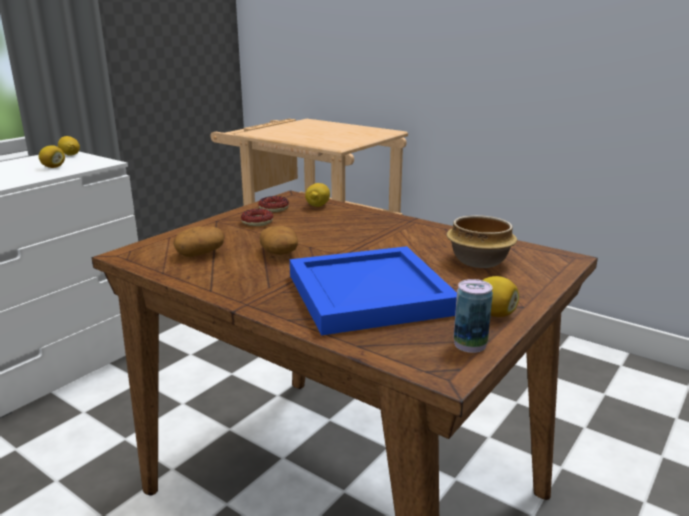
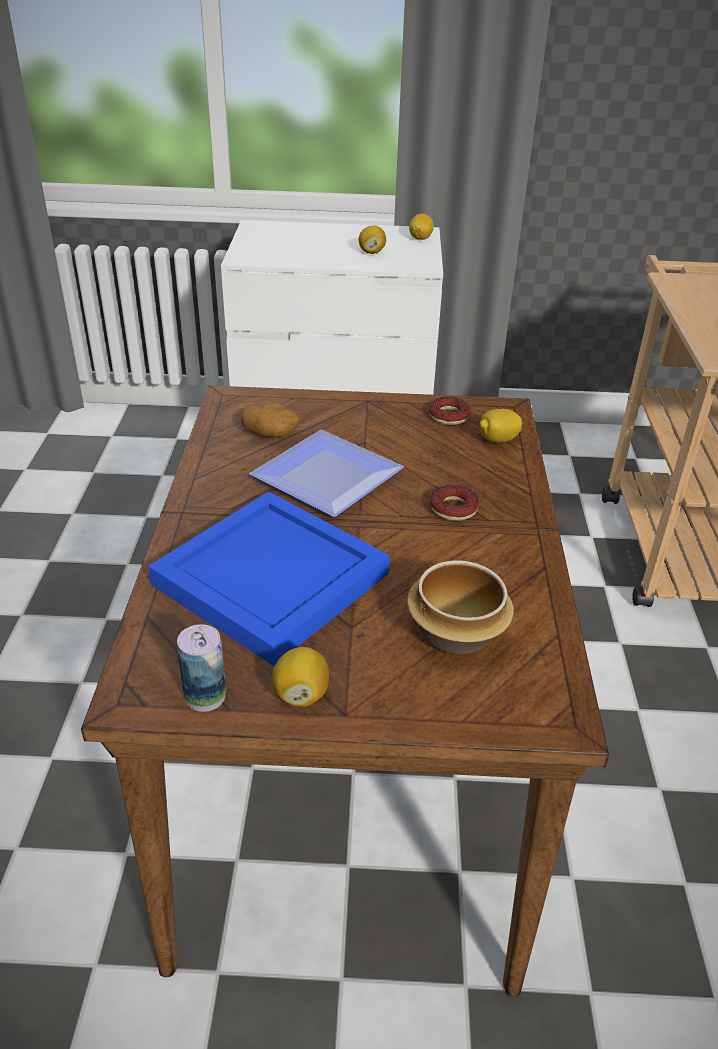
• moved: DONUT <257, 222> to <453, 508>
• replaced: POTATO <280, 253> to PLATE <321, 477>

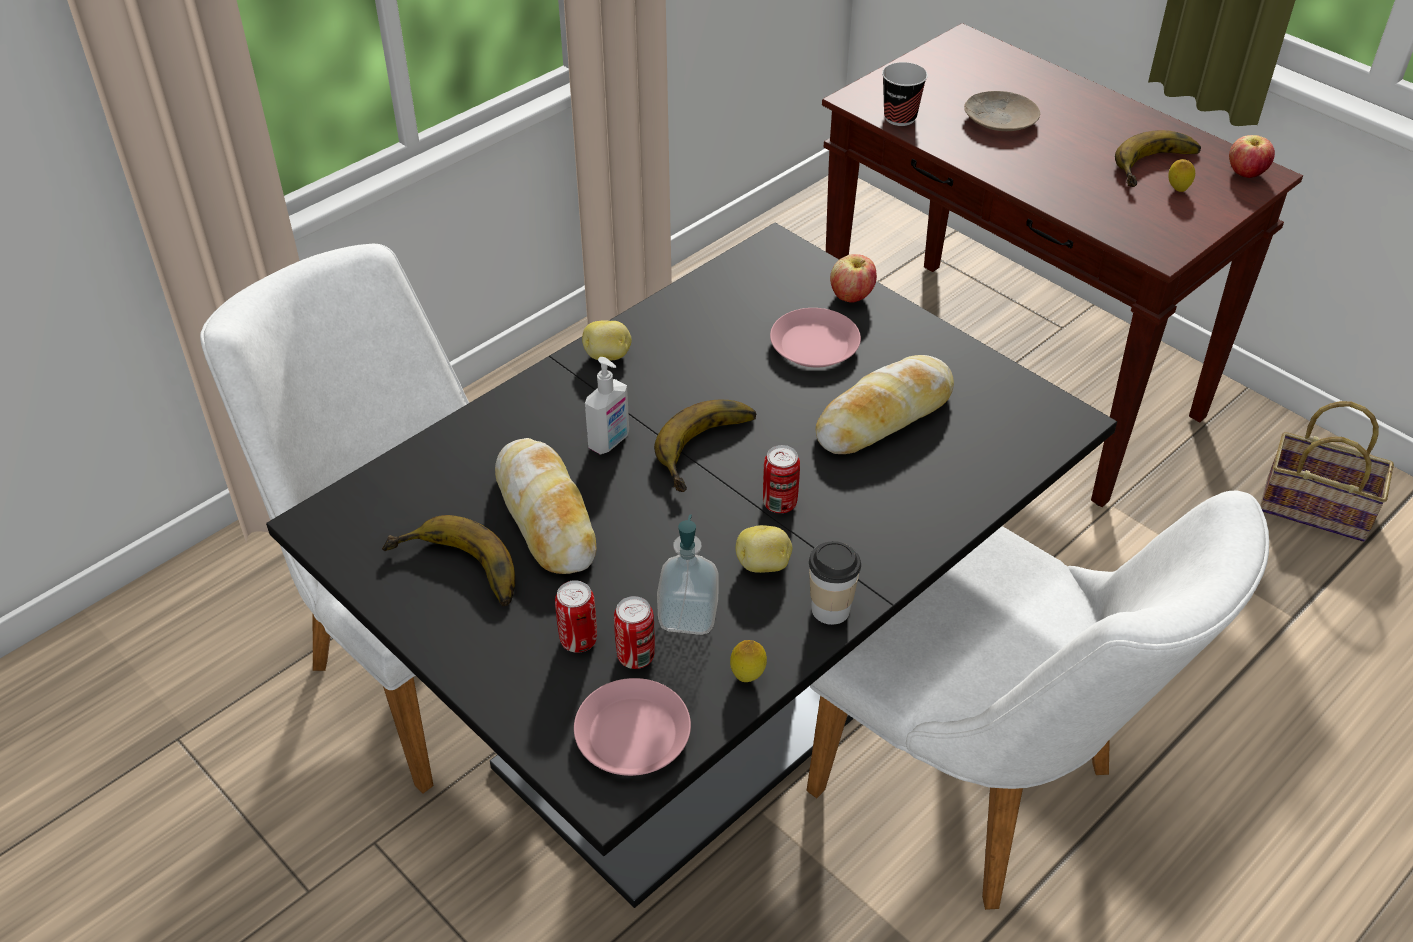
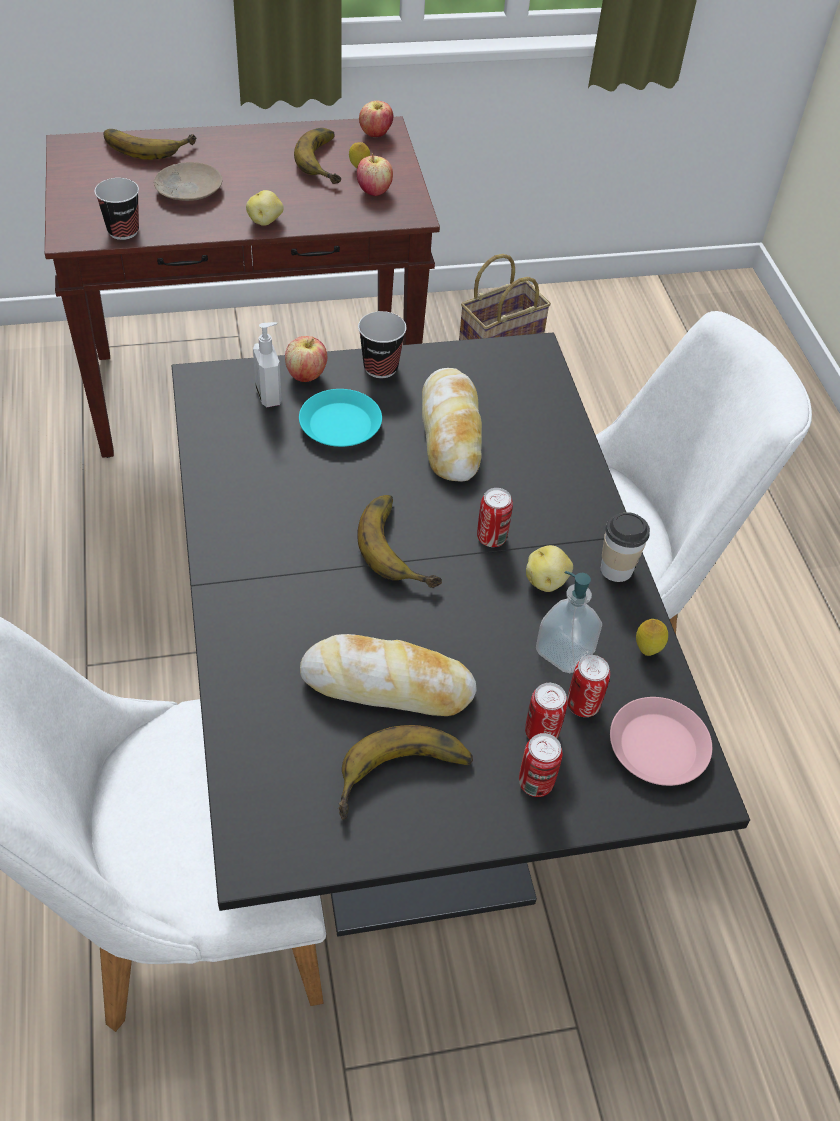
• moved: POTATO <608, 356> to <265, 221>
• moved: SOAP DISPENSER <610, 442> to <269, 396>
• recoloured: PINK PLATE <814, 345> to TURQUOISE PLATE <341, 425>
• added: BANANA <147, 144>
• added: APPLE <374, 191>
• added: CUP <380, 367>
• added: CAN <535, 783>

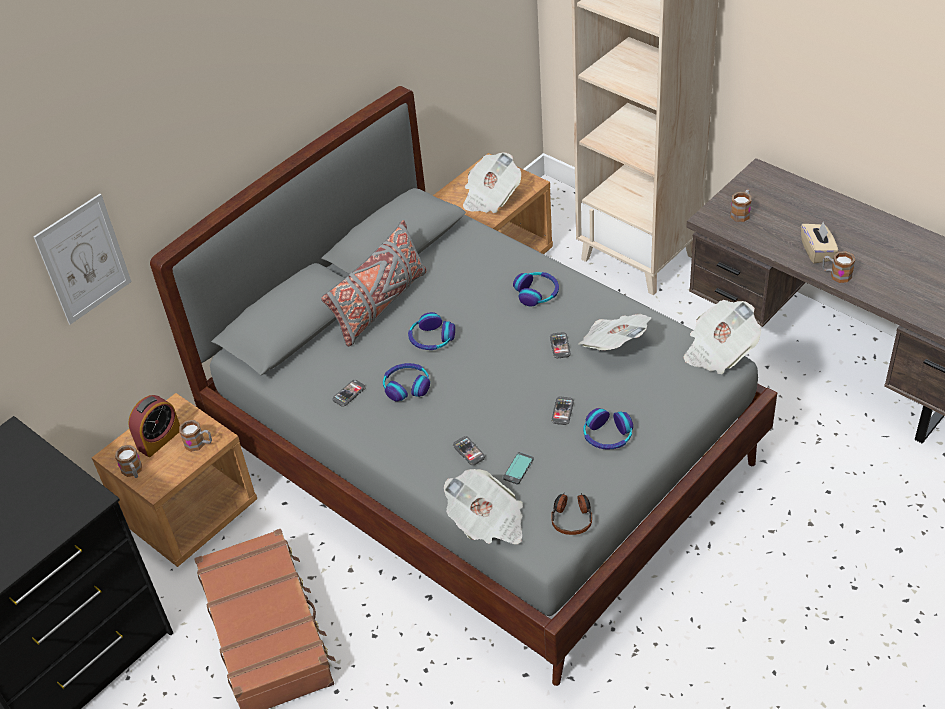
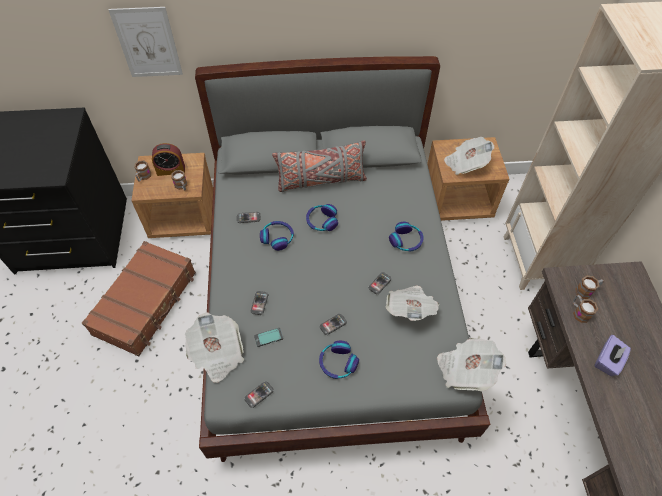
• replaced: HEADPHONES <572, 518> to PHONE <259, 394>
• recoloured: BEIGE TISSUE BOX <817, 252> to PURPLE TISSUE BOX <607, 361>
• moved: MUG <836, 275> to <579, 312>

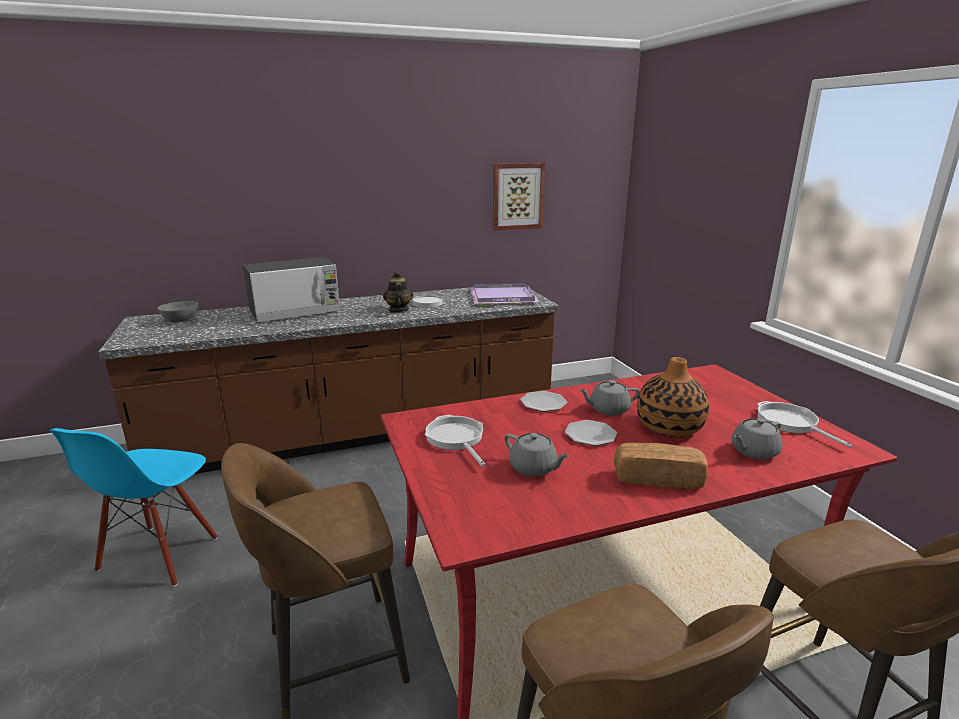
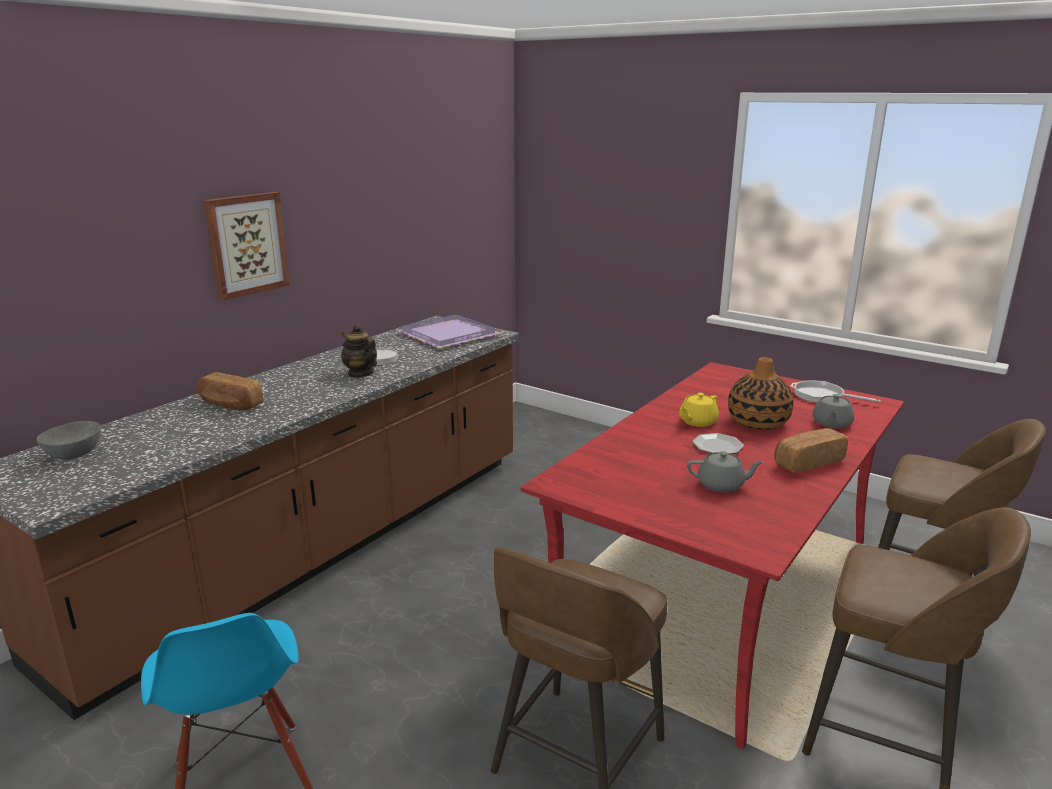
• replaced: MICROWAVE <296, 312> to BREAD <230, 404>
• removed: FRYING PAN <456, 439>
• moved: PICTURE <517, 196> to <246, 244>
• removed: PLATE <543, 403>
• recoloured: GREY TEAPOT <608, 409> to YELLOW TEAPOT <697, 422>

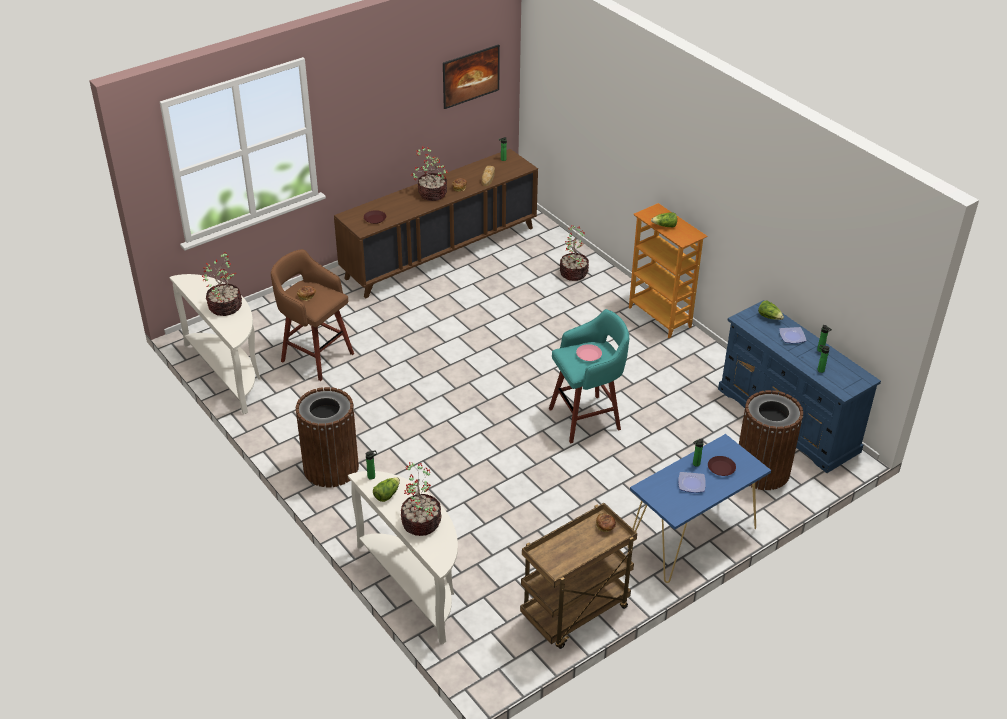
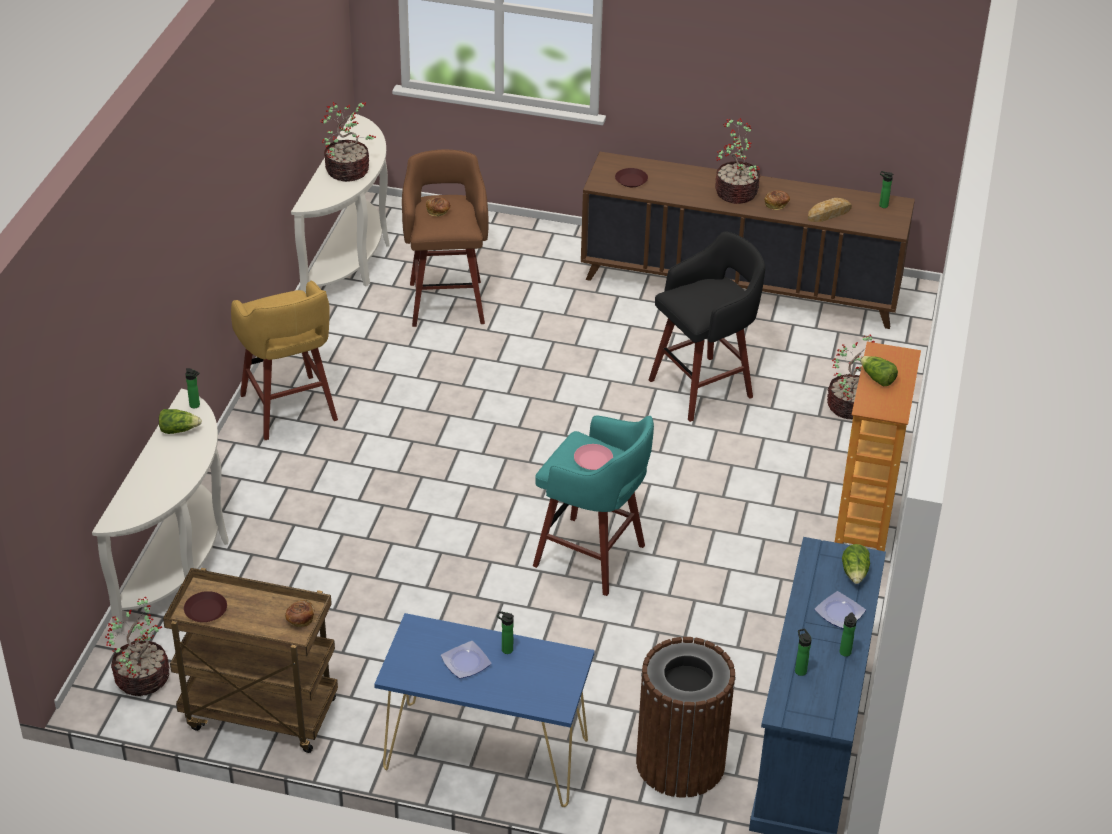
• replaced: BROWN TRASH CAN <331, 468> to YELLOW STOOL <289, 410>
• moved: POTTED PLANT <420, 522> to <143, 677>
• removed: PICTURE <471, 87>
• moved: BROWN PLATE <721, 468> to <205, 611>
• added: BLACK STOOL <703, 387>

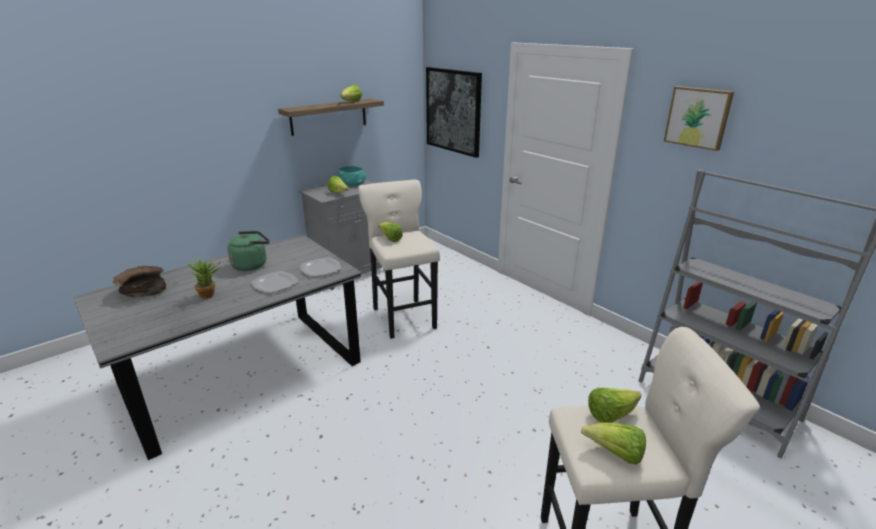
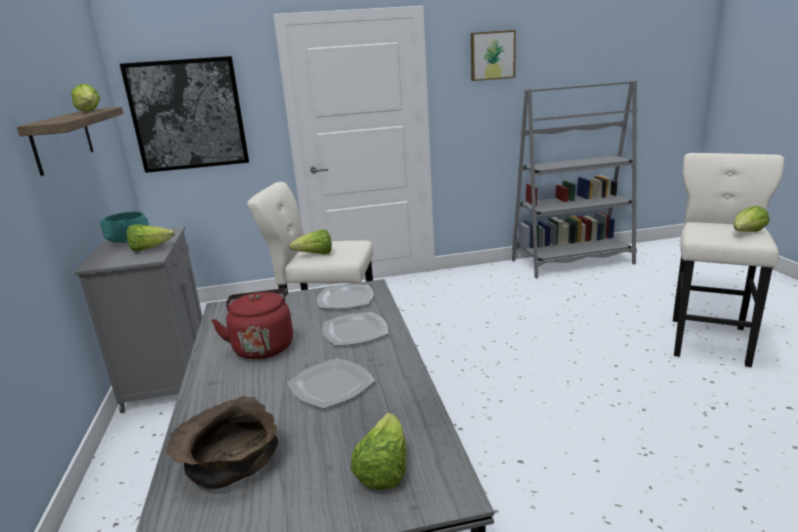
• replaced: POTTED PLANT <210, 294> to PLATE <332, 385>
• recoloured: GREEN KETTLE <252, 264> to RED KETTLE <263, 346>
• moved: LETTUCE <610, 415> to <383, 470>

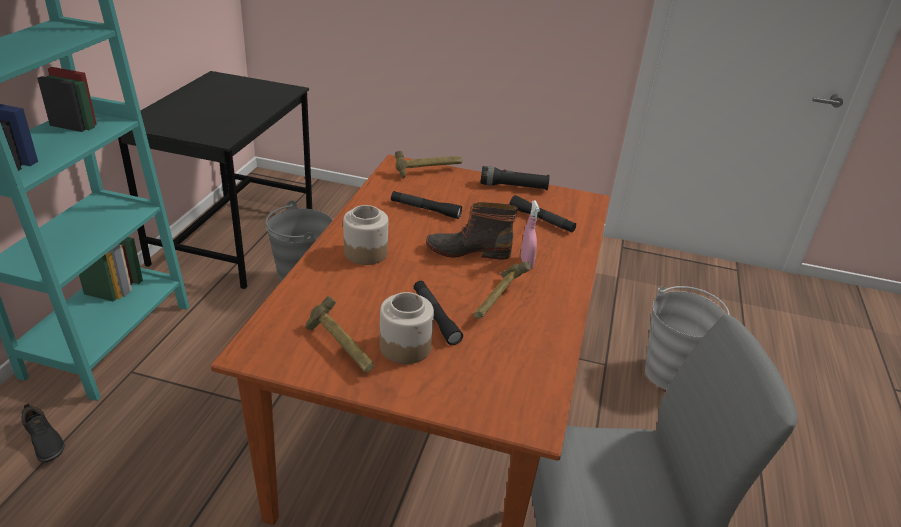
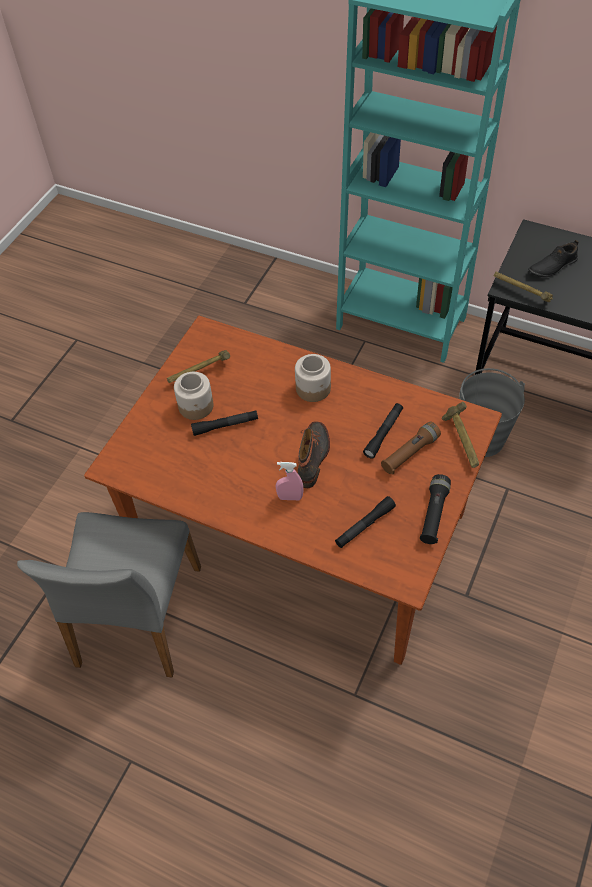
• moved: BLACK SHOE <43, 441> to <552, 266>
• moved: HAMMER <497, 301> to <521, 293>
• removed: GREY BUCKET <670, 374>
• added: BROWN FLASHLIGHT <410, 453>

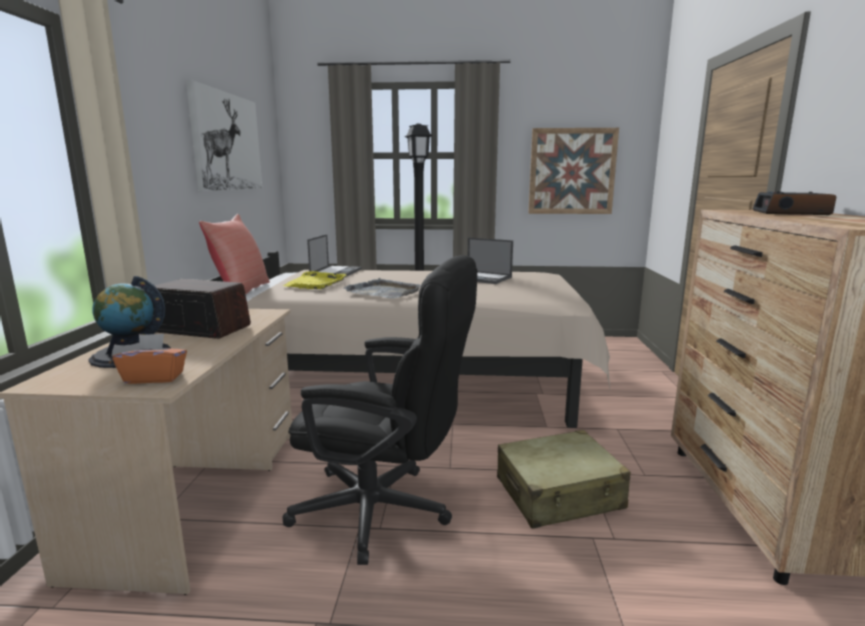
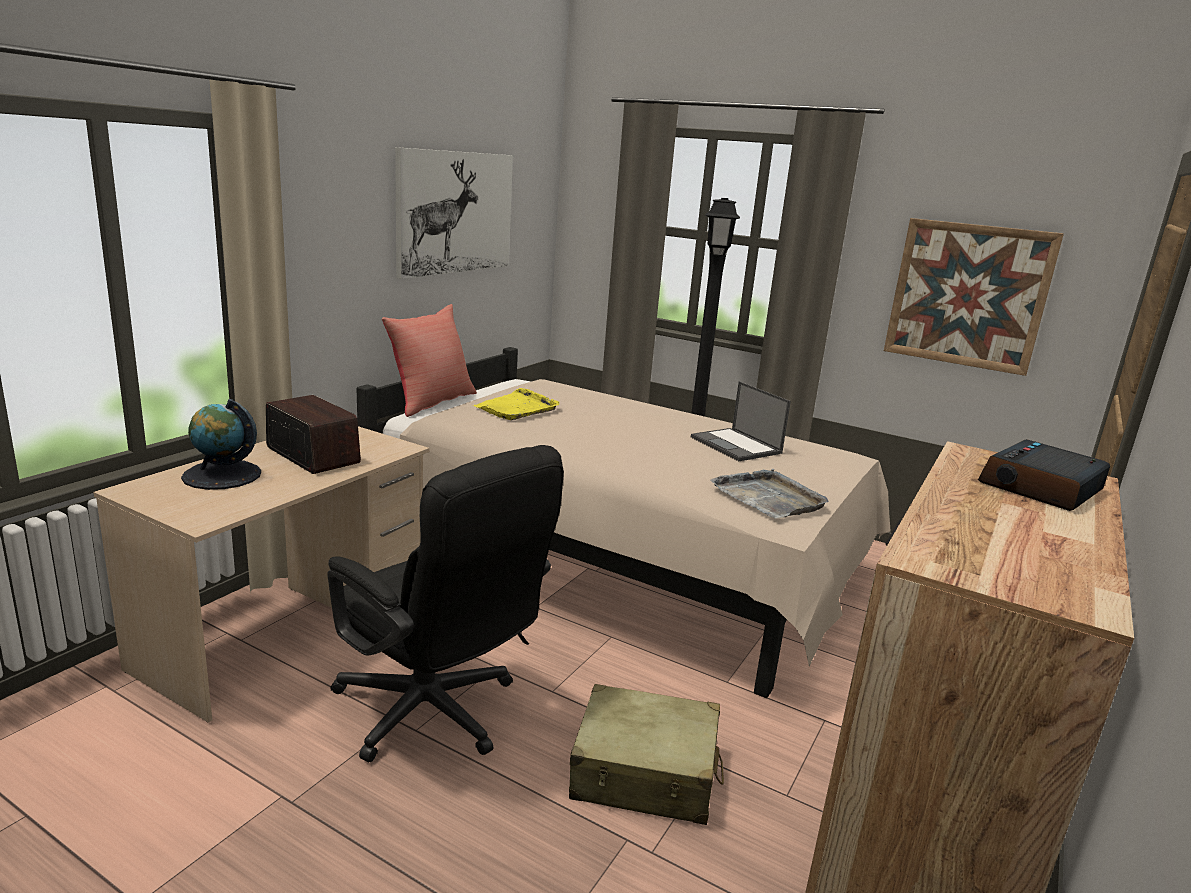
• removed: ORANGE TISSUE BOX <154, 378>
• removed: LAPTOP <336, 272>
• moved: GREY TRAY <383, 292> to <769, 497>

